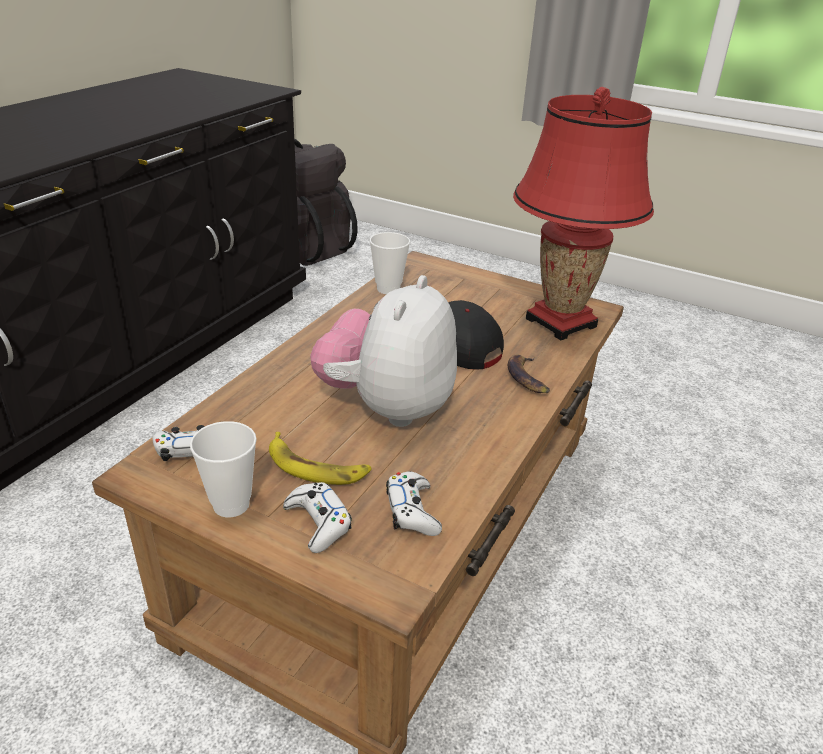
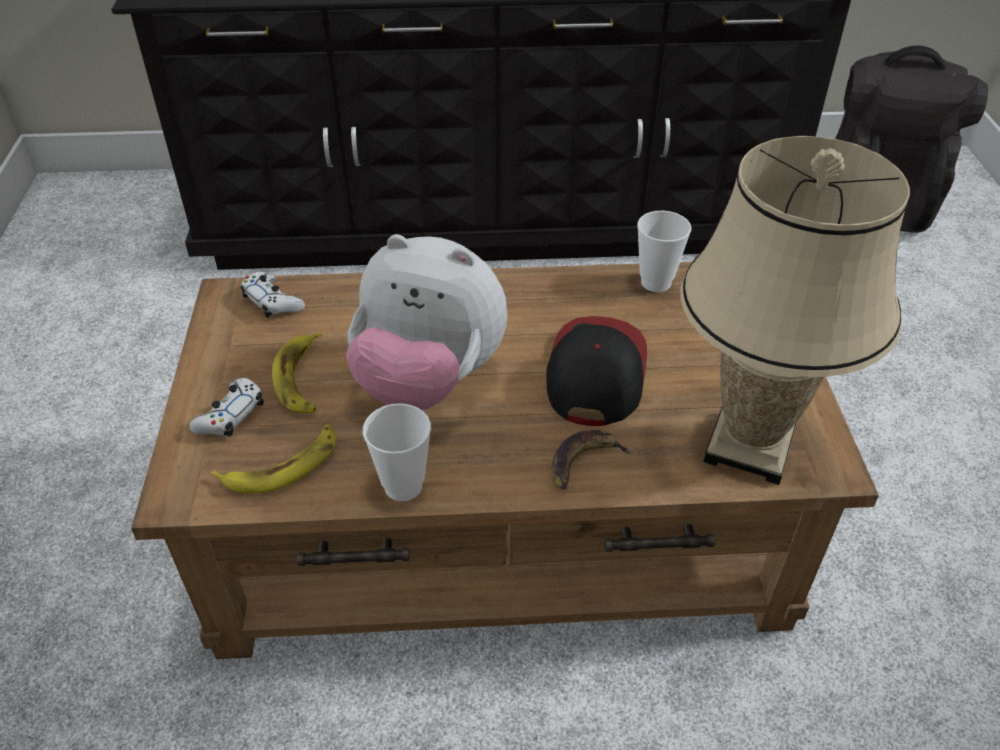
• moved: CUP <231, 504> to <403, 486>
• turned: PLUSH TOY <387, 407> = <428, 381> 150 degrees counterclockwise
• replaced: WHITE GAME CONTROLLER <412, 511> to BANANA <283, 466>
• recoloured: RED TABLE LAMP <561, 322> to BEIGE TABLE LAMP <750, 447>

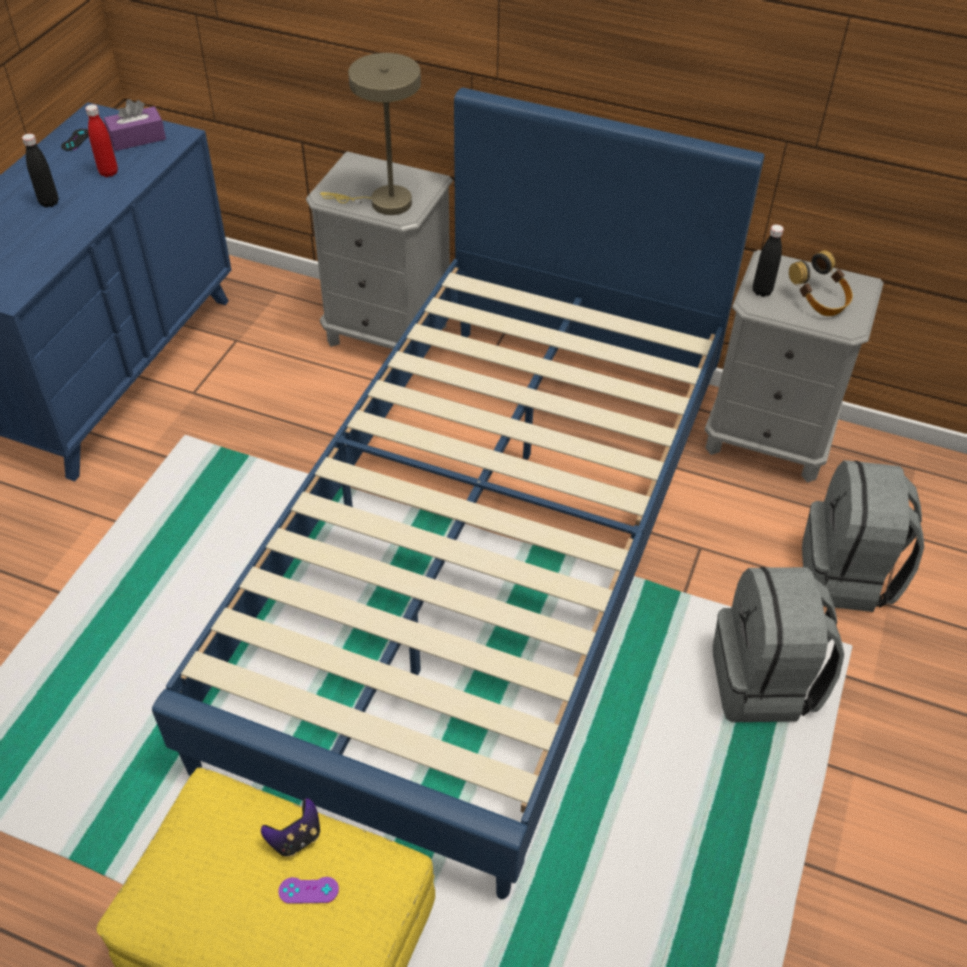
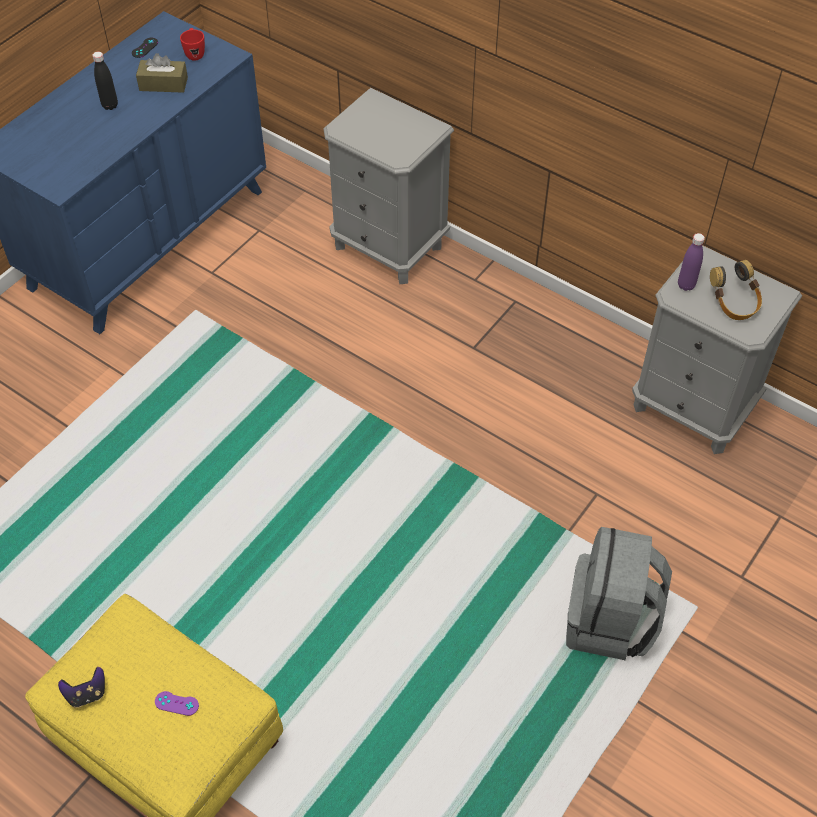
• replaced: RED BOTTLE <108, 172> to BROWN TISSUE BOX <163, 84>
• replaced: PURPLE TISSUE BOX <137, 138> to RED MUG <195, 54>
• removed: BLUE BED <482, 556>
• moved: GAME CONTROLLER <296, 838> to <87, 694>
• removed: BEIGE TABLE LAMP <383, 203>
• recoloured: BLACK BOTTLE <762, 291> to PURPLE BOTTLE <686, 285>
• removed: GREY BACKPACK <847, 576>

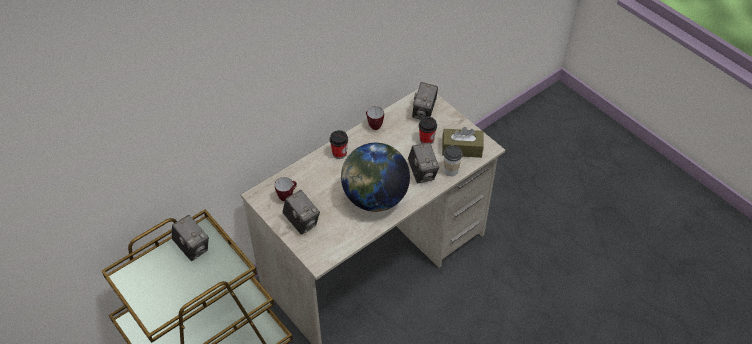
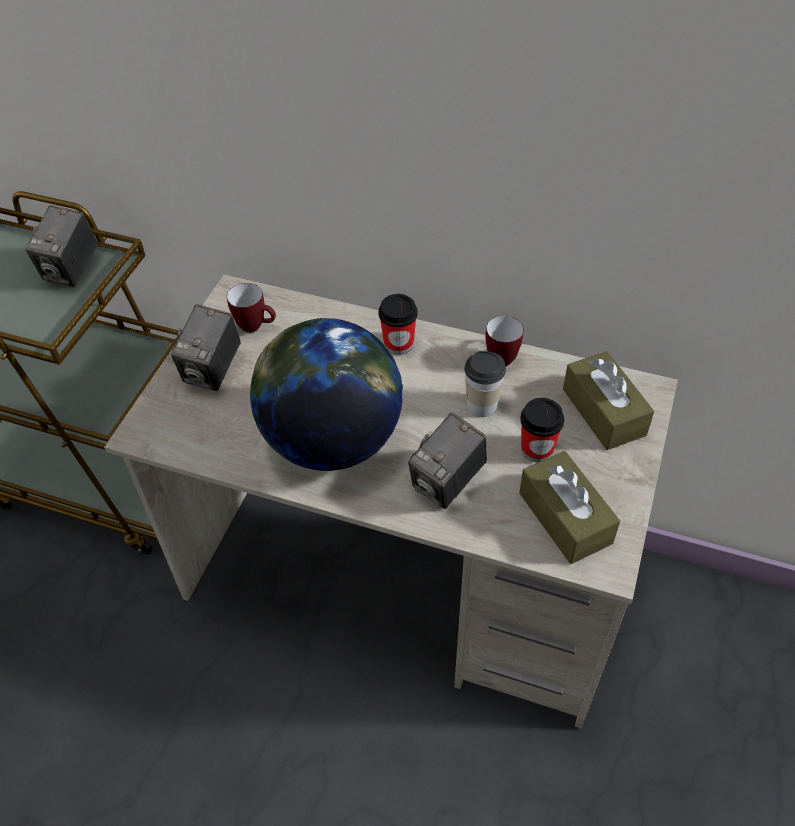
• replaced: PHOTO CAMERA <424, 112> to BROWN TISSUE BOX <603, 412>
• moved: CUP <451, 170> to <482, 405>

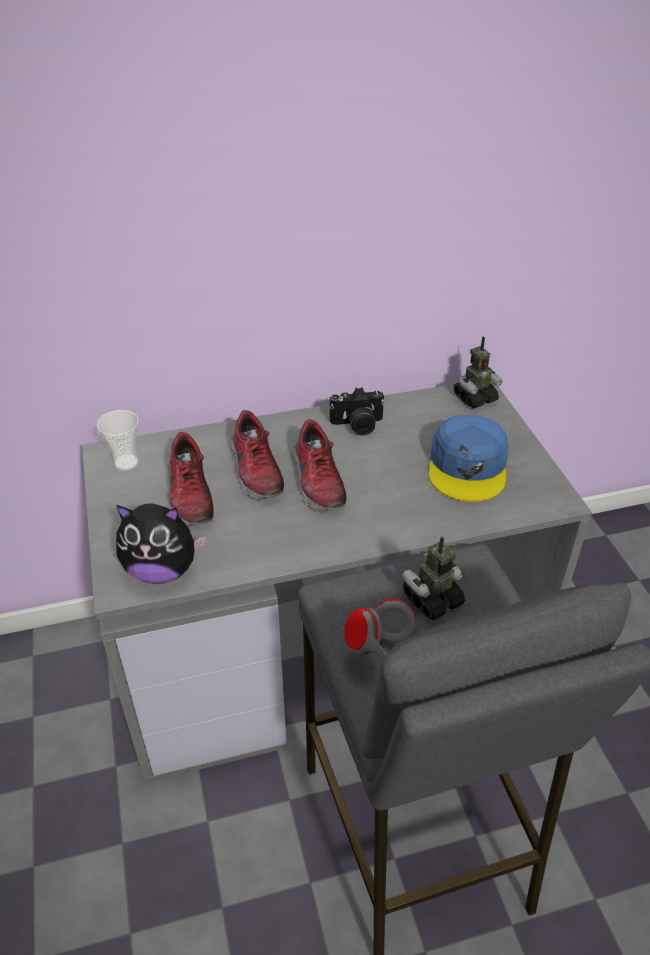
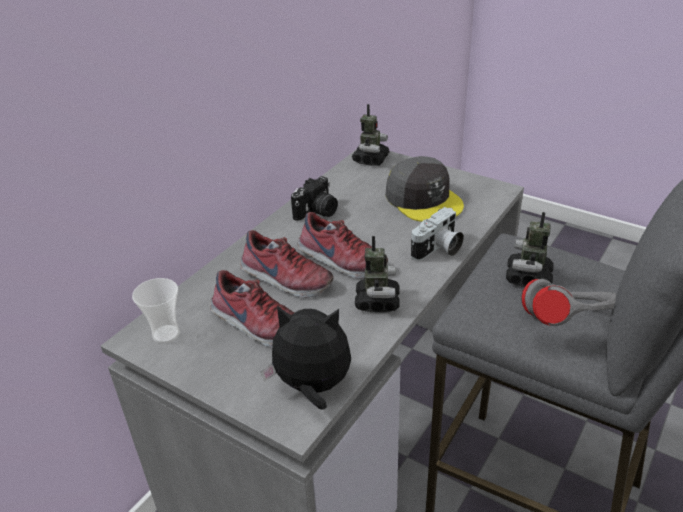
• turned: PLUSH TOY <162, 570> = <312, 387> 135 degrees counterclockwise
• recoloured: BLUE CAP <468, 467> to GREY CAP <424, 199>
• added: TOY ROBOT <377, 302>
• added: PHOTO CAMERA <438, 250>

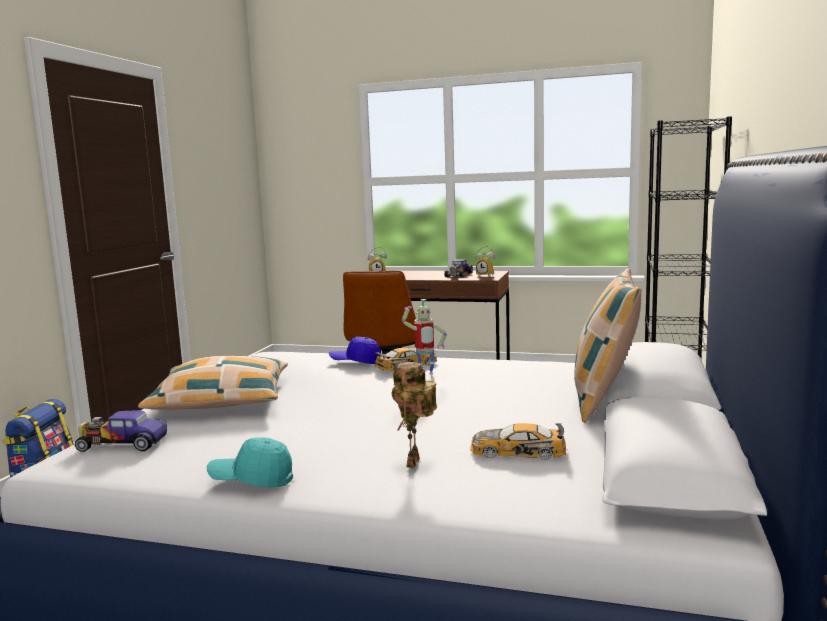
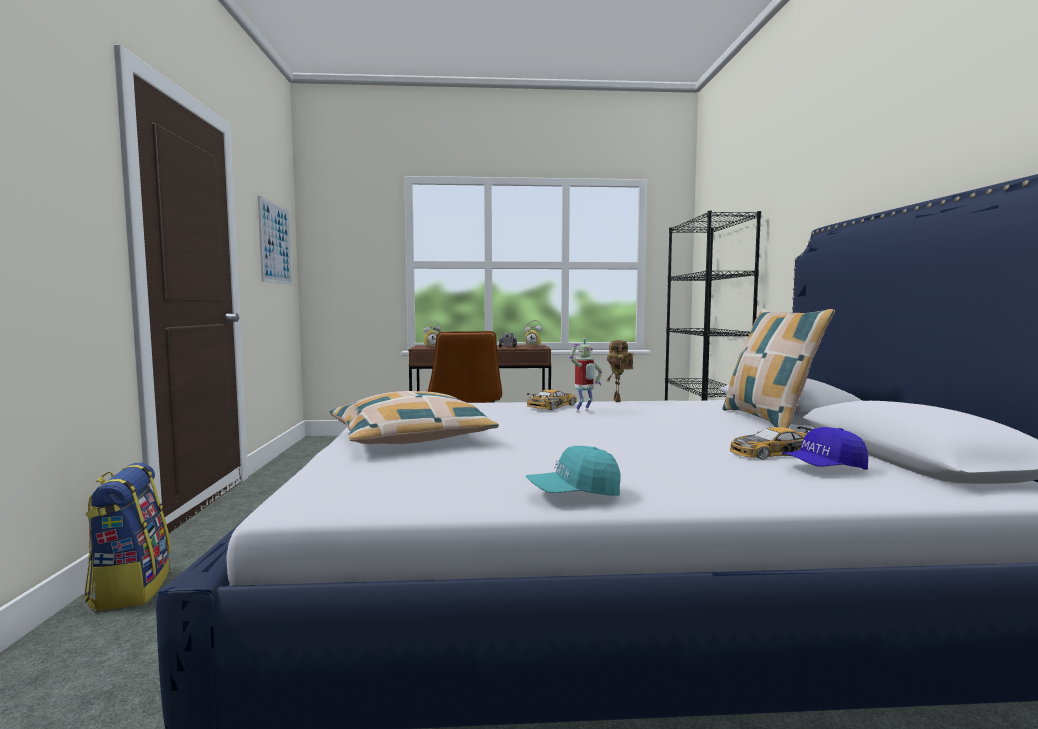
• removed: TOY CAR <122, 444>
• moved: BLUE CAP <356, 362> to <824, 469>
• moved: TOY ROBOT <415, 464> to <618, 401>
• added: PICTURE <275, 243>

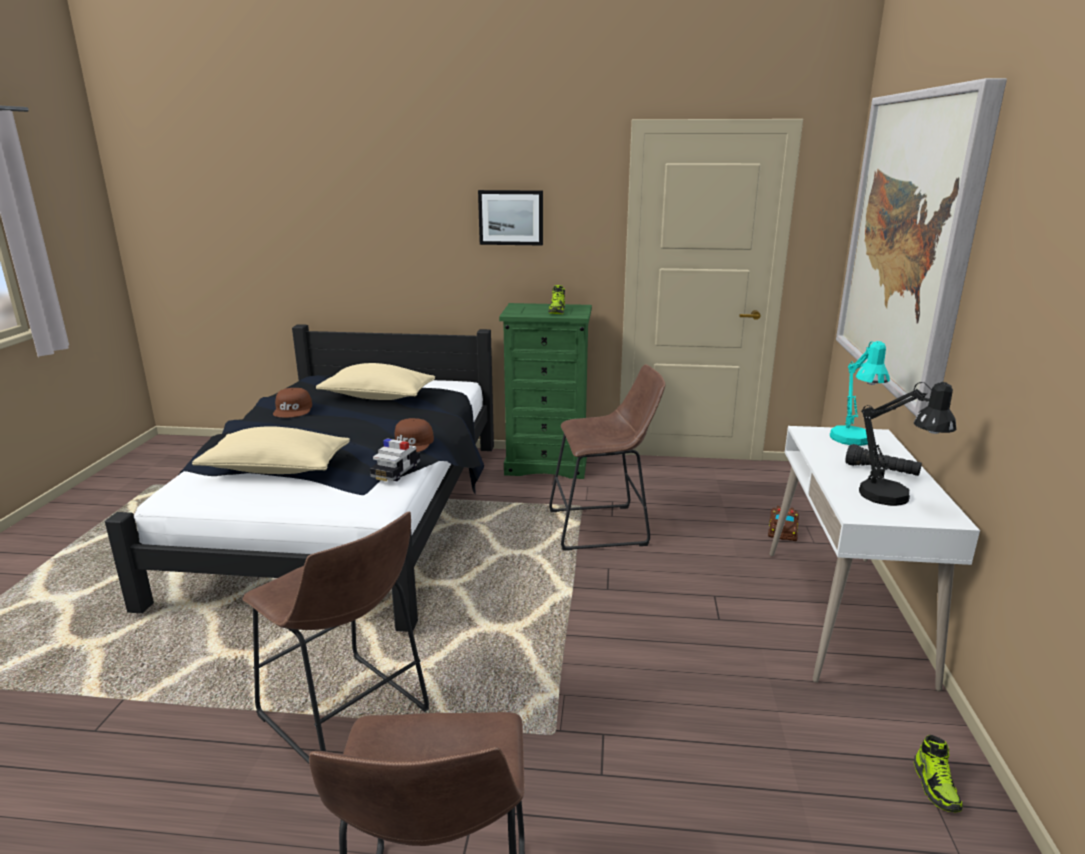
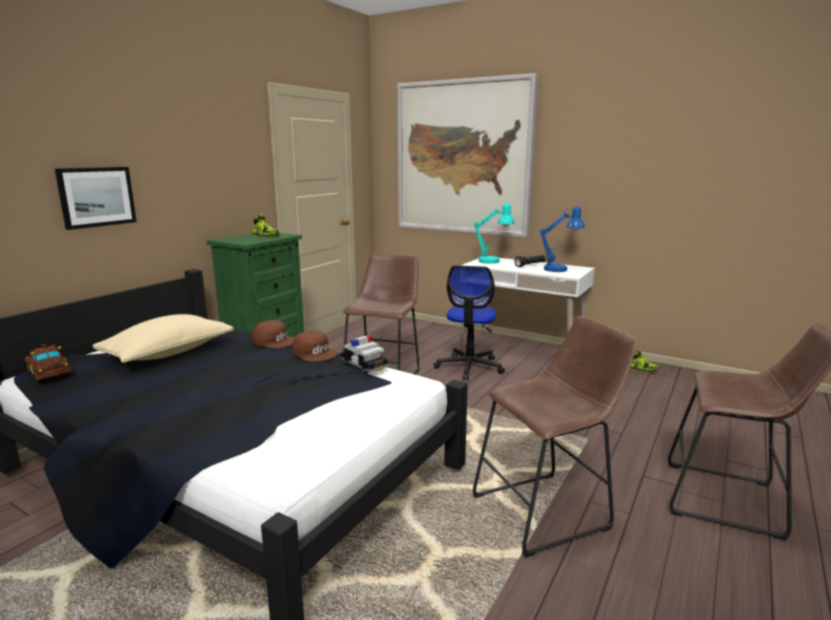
• removed: BEIGE PILLOW <276, 469>
• moved: BROWN CAP <293, 410> to <275, 341>
• moved: PICTURE <511, 217> to <96, 197>
• moved: BROWN TOY CAR <783, 530> to <49, 371>
• recoloured: BLACK TABLE LAMP <893, 499> to BLUE TABLE LAMP <560, 269>
• added: OFFICE CHAIR <469, 367>

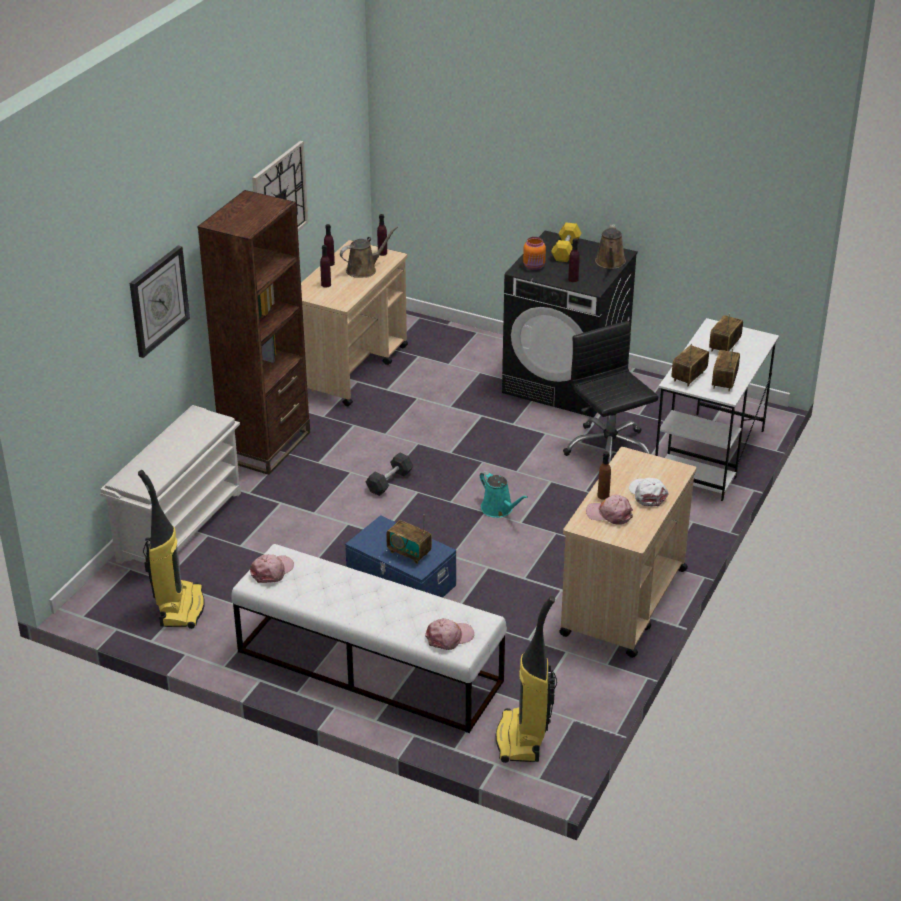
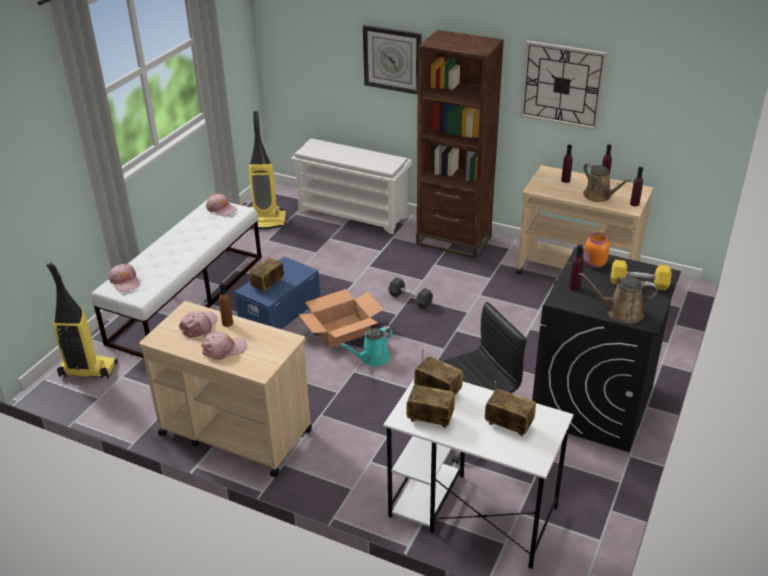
• recoloured: WHITE CAP <647, 494> to PINK CAP <224, 349>
• added: CARDBOARD BOX <341, 330>

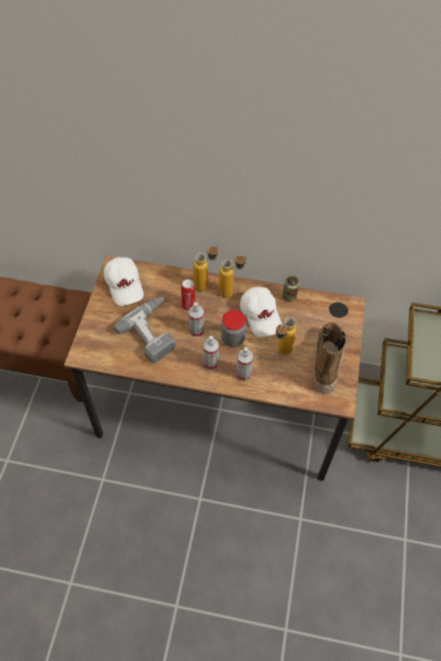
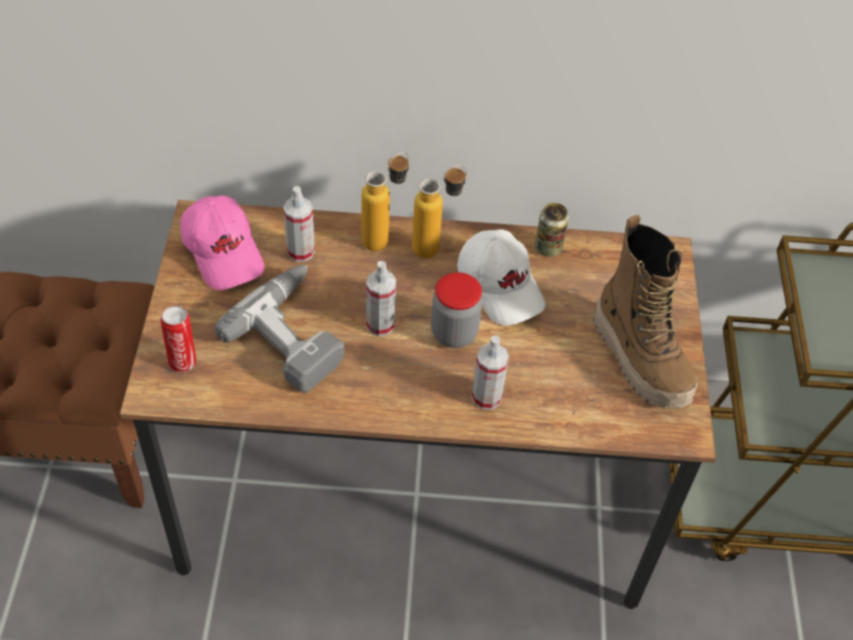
• recoloured: WHITE CAP <125, 285> to PINK CAP <224, 252>
• moved: CAN <188, 305> to <183, 361>
• moved: SPRAY BOTTLE <211, 363> to <300, 251>
• removed: BOTTLE <281, 353>
• turned: BOOT <326, 361> = <641, 359> 150 degrees clockwise

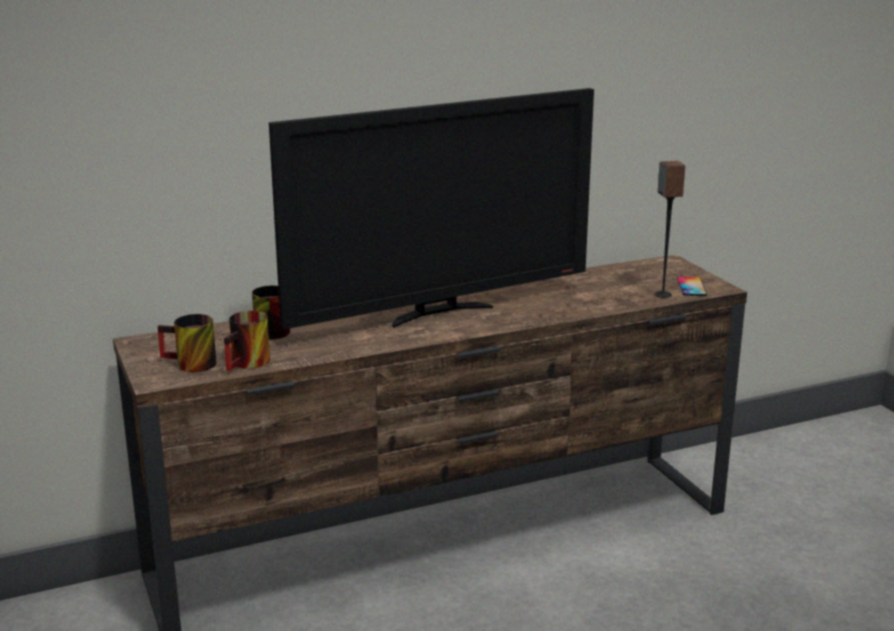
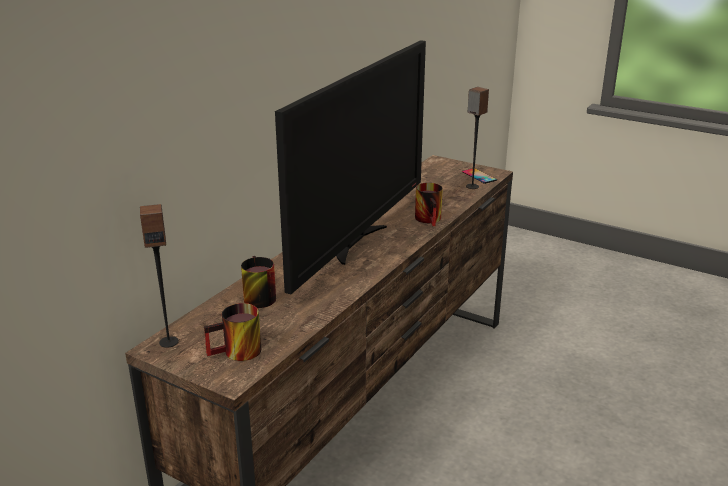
• moved: MUG <249, 364> to <431, 219>
• added: SPEAKER <169, 342>

